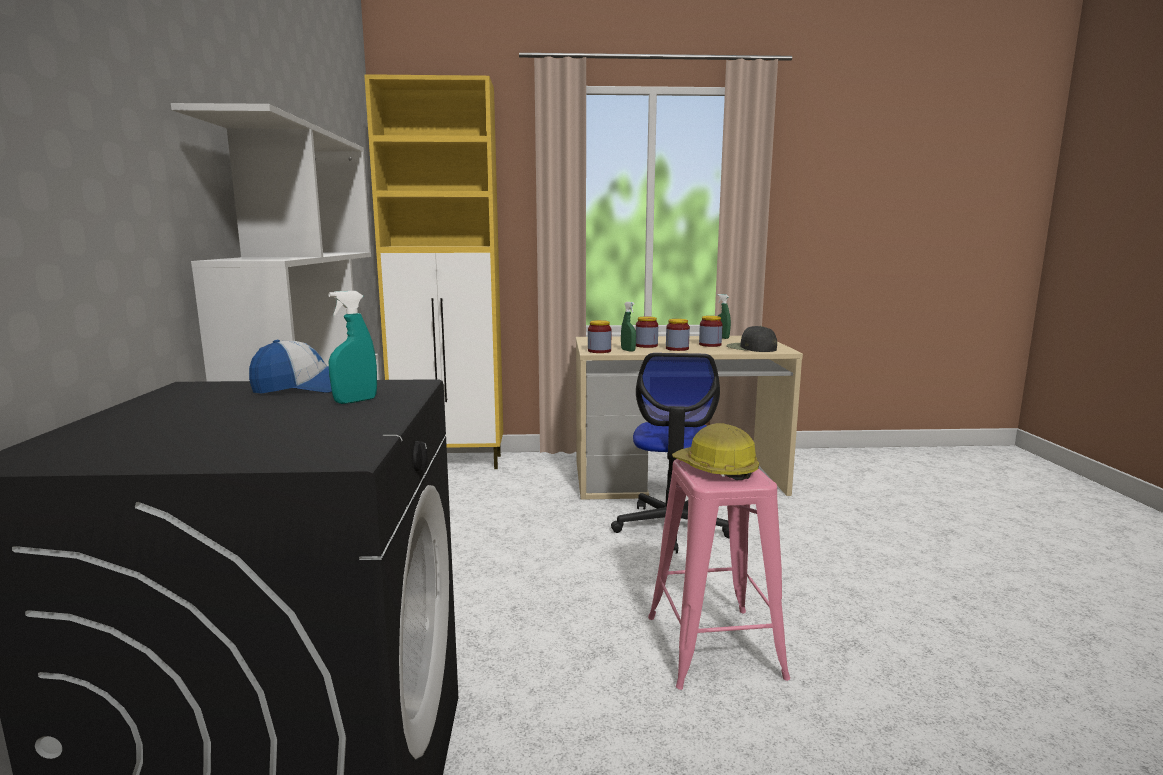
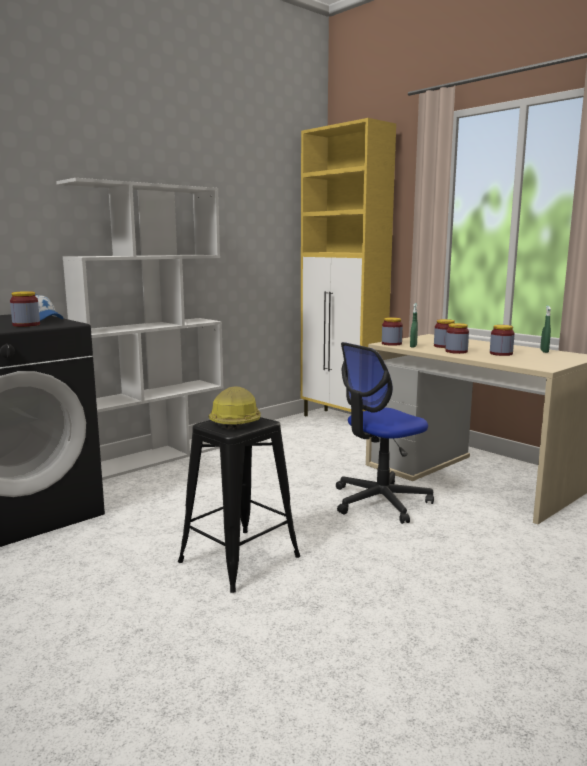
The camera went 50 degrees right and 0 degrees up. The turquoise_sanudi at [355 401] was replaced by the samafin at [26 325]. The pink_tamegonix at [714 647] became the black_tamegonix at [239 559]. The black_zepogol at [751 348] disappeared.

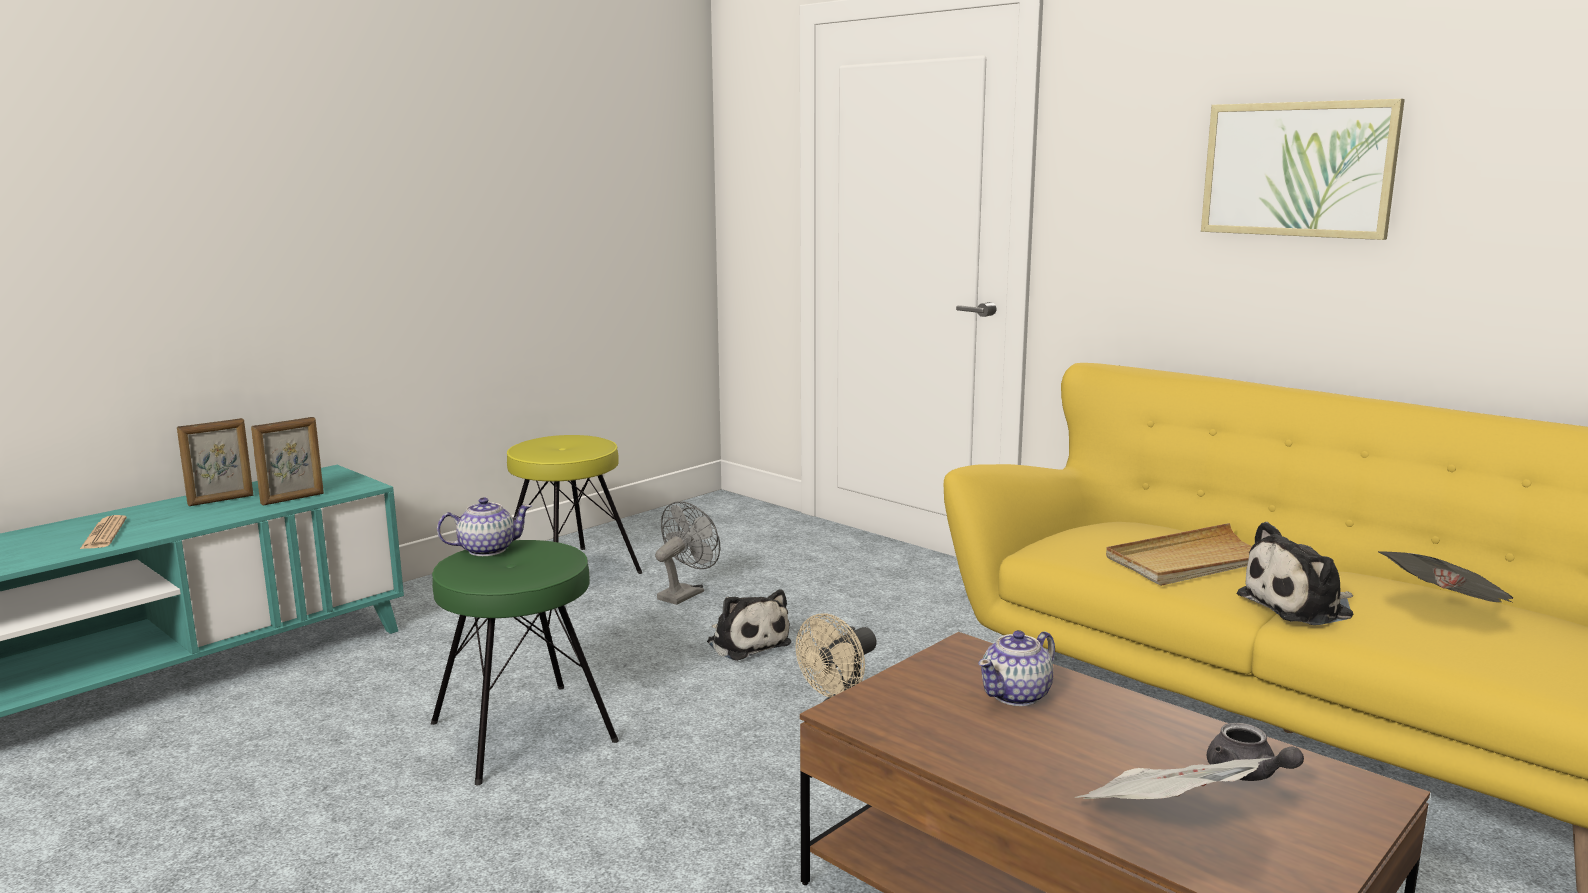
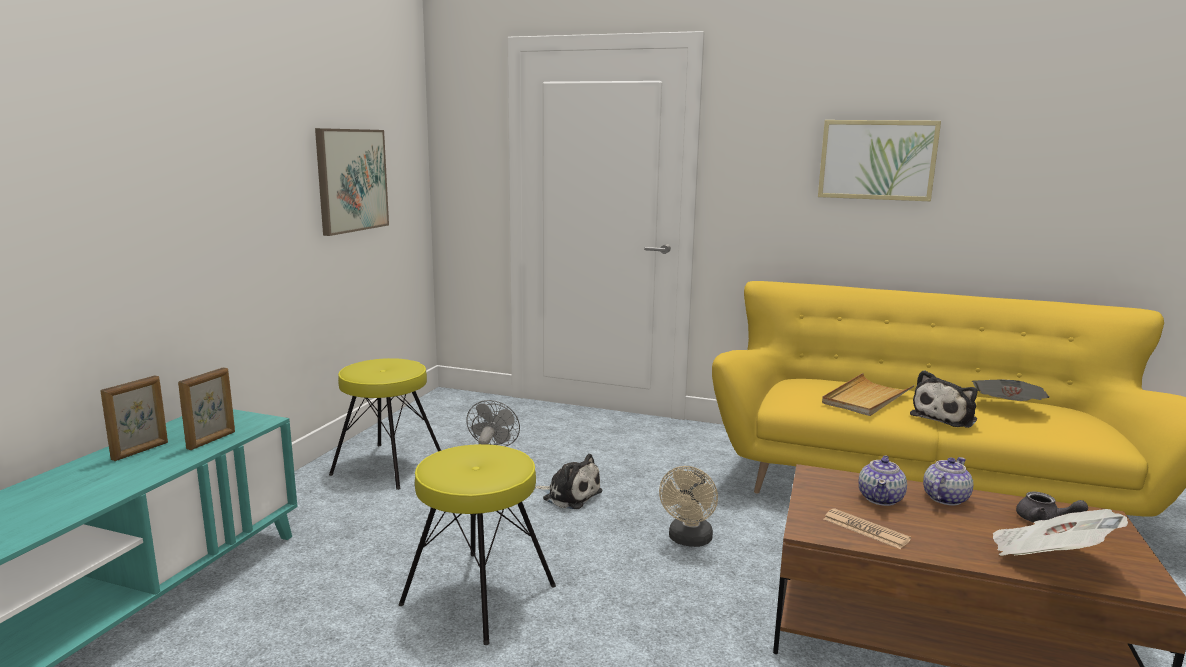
The camera went 25 degrees left and 0 degrees up. The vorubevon moved from [104 534] to [865 529]. The green_tamegonix at [523 731] became the yellow_tamegonix at [478 594]. The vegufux moved from [486 550] to [944 498]. The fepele at [351 180] appeared.

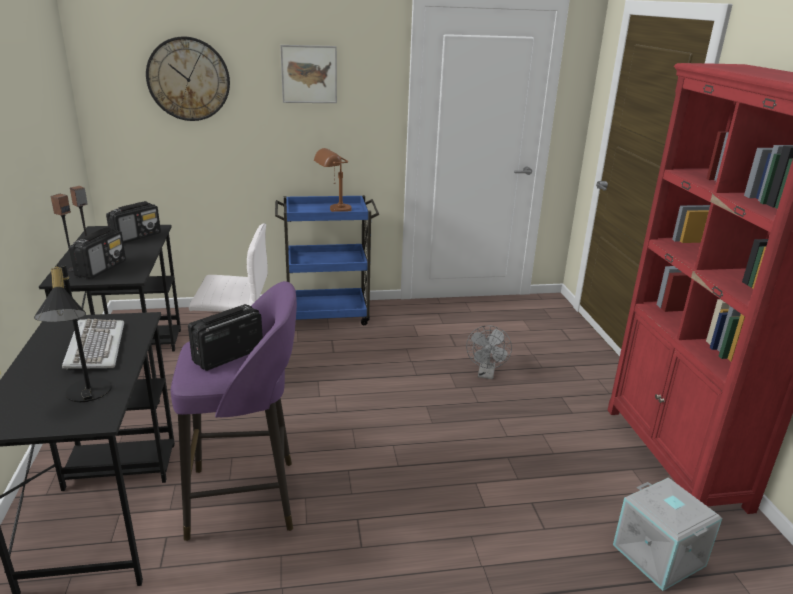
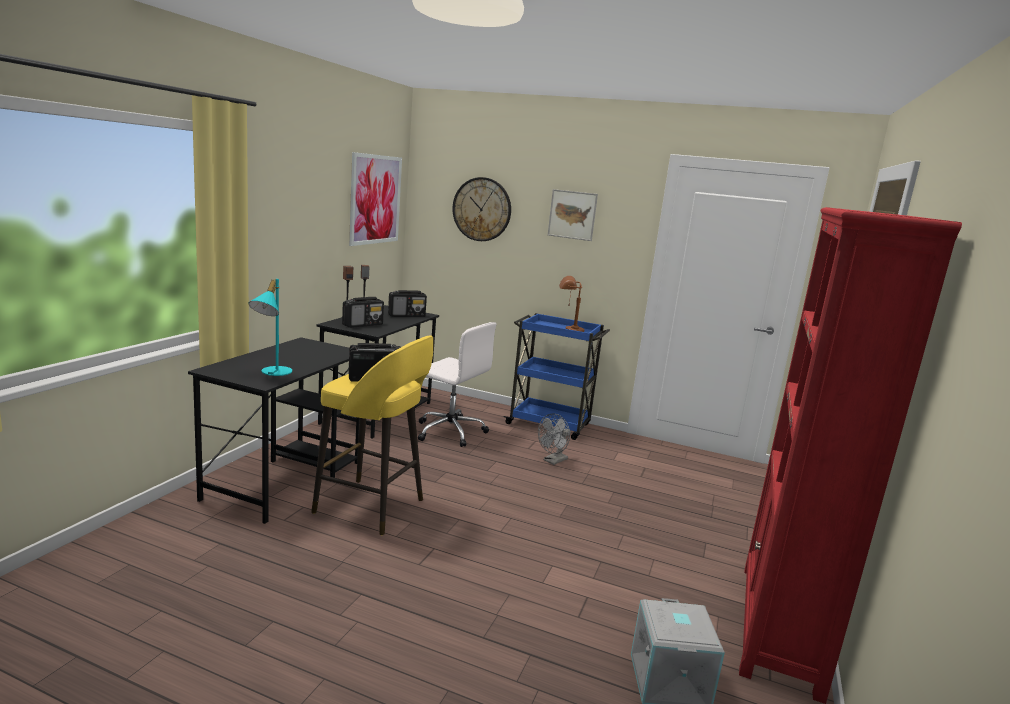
The camera went 30 degrees right and 10 degrees down. The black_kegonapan at [85 395] became the turquoise_kegonapan at [272 372]. The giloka at [94 347] disappeared. The purple_tamegonix at [246 498] became the yellow_tamegonix at [372 507]. The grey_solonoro moved from [486 374] to [553 461]. The fepele at [375 199] appeared.

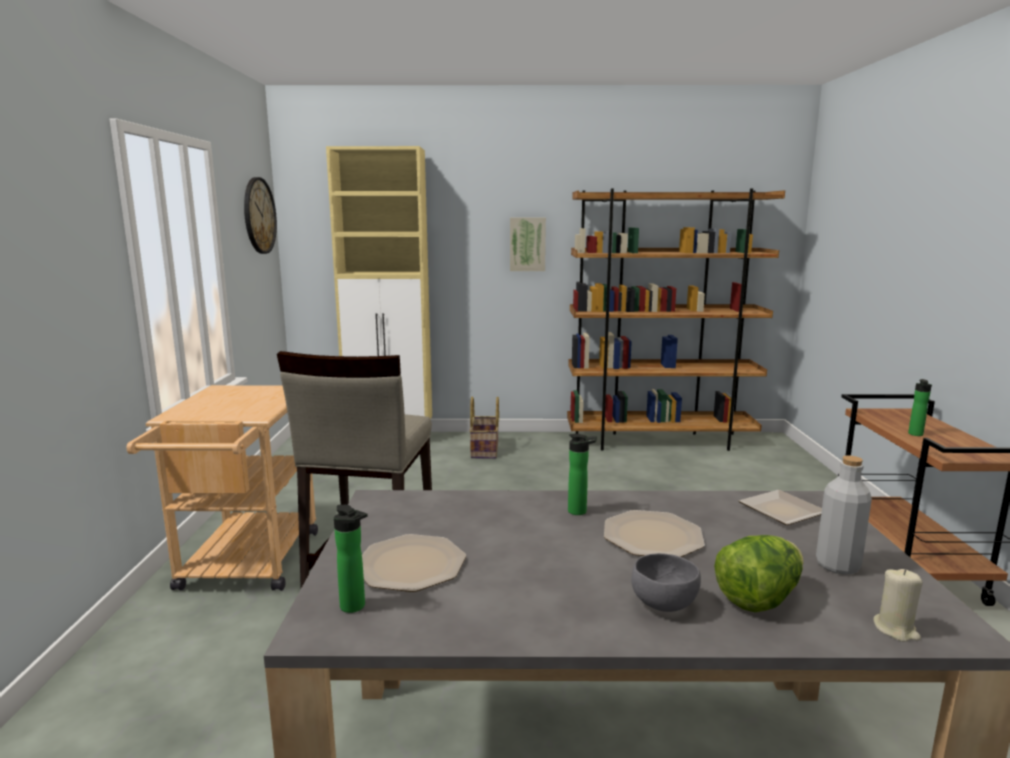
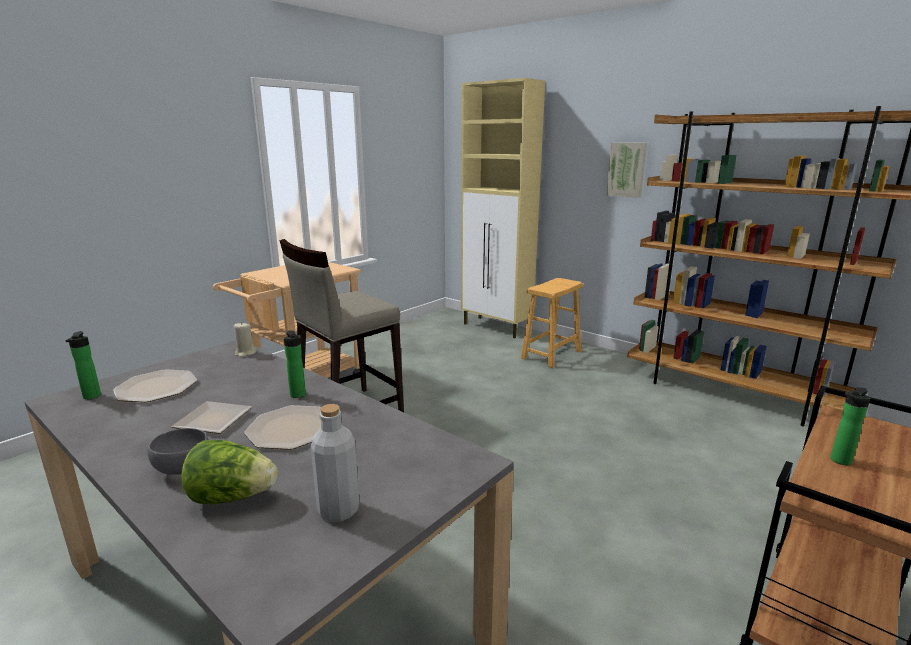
The camera went 40 degrees right and 5 degrees up. The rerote at [259 216] disappeared. The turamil at [485 450] was replaced by the brown_tamegonix at [551 355]. The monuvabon moved from [781 510] to [216 420]. The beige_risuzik moved from [896 629] to [245 353].

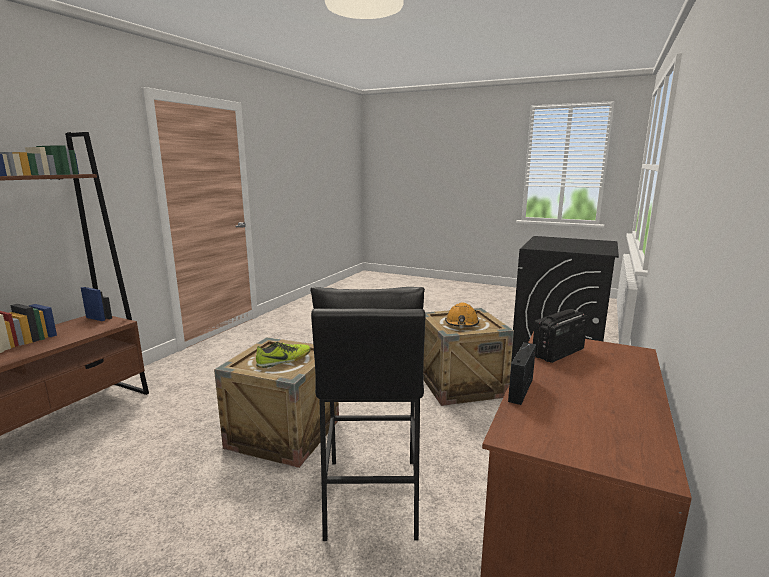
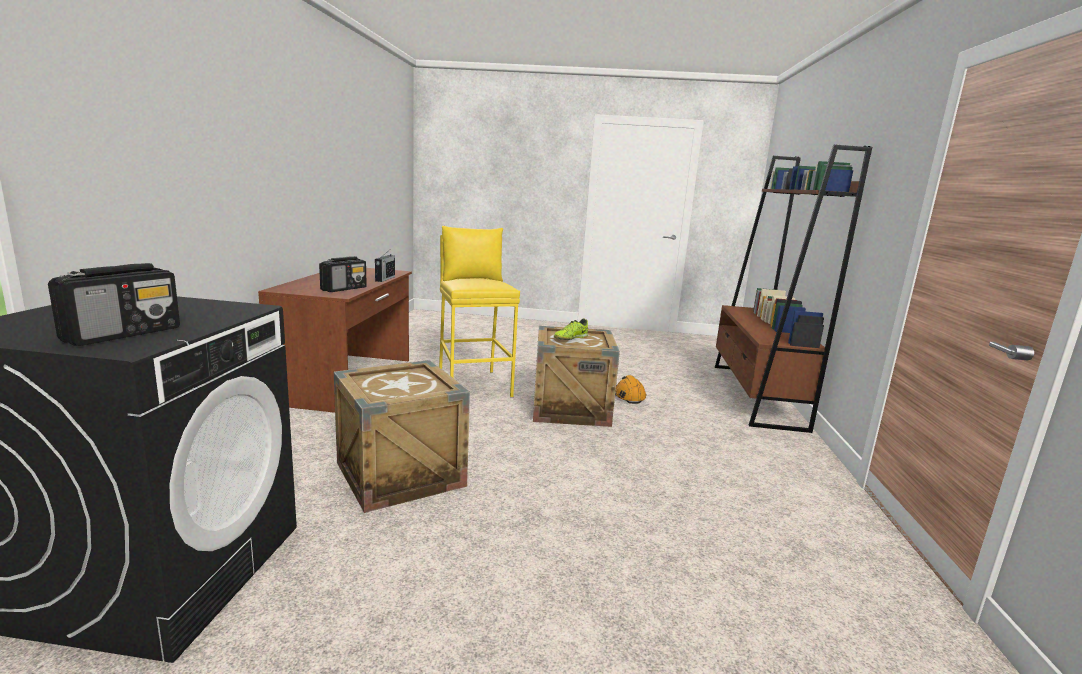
The camera went 160 degrees right and 0 degrees up. The black_tamegonix at [371 497] became the yellow_tamegonix at [474 385]. The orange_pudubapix moved from [462 323] to [628 396]. The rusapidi at [124 334] appeared.

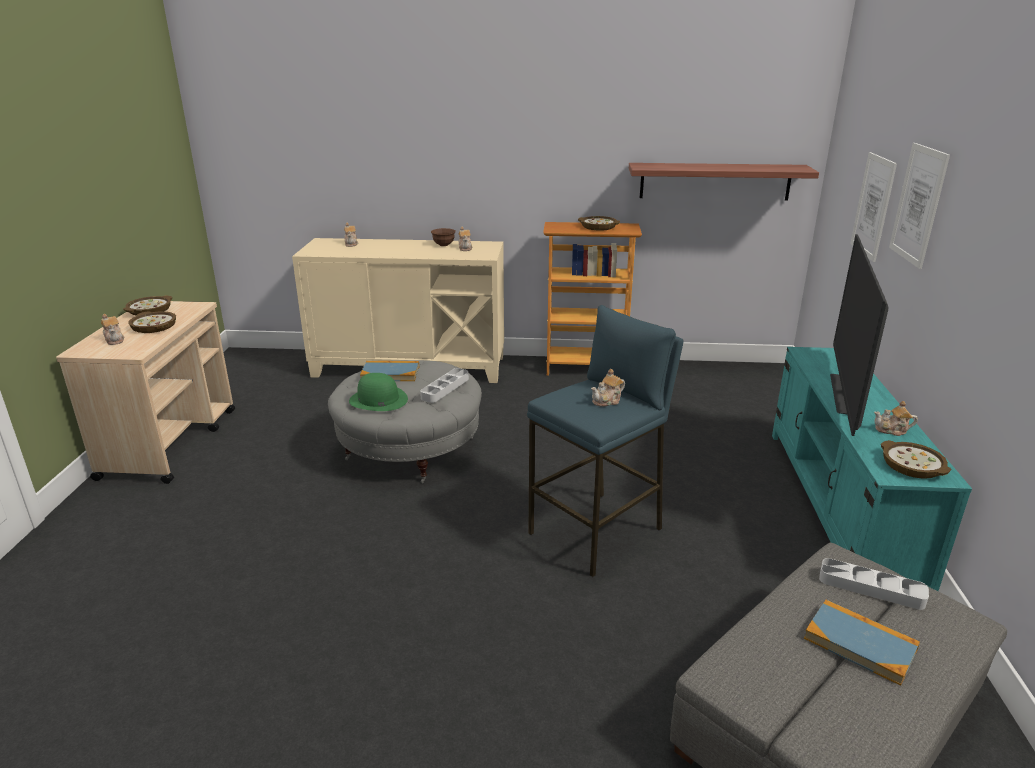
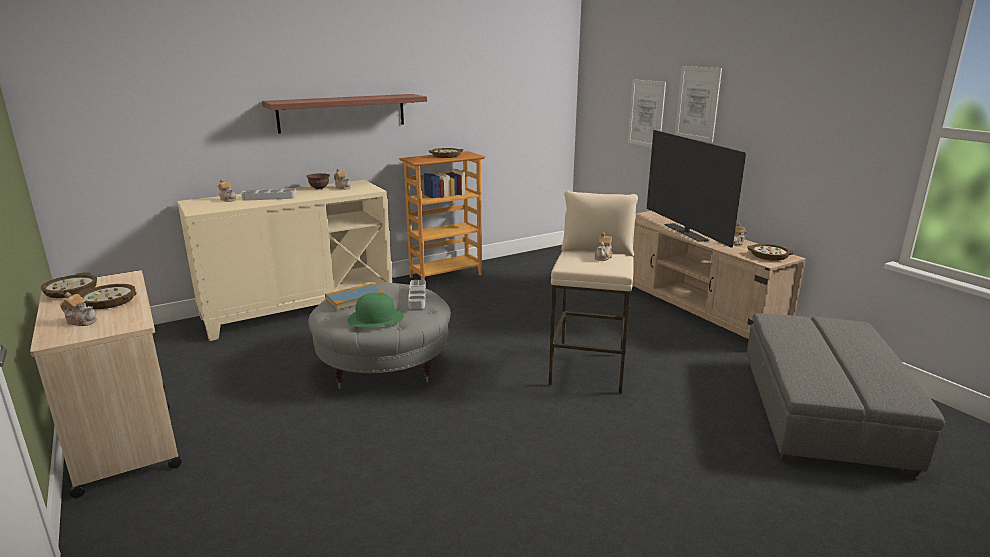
The camera went 35 degrees left and 5 degrees down. The blue_tamegonix at [597 531] became the beige_tamegonix at [589 368]. The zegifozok moved from [715 181] to [342 113]. The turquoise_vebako at [839 505] became the beige_vebako at [693 309]. The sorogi at [860 644] disappeared. The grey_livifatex moved from [871 588] to [269 197].

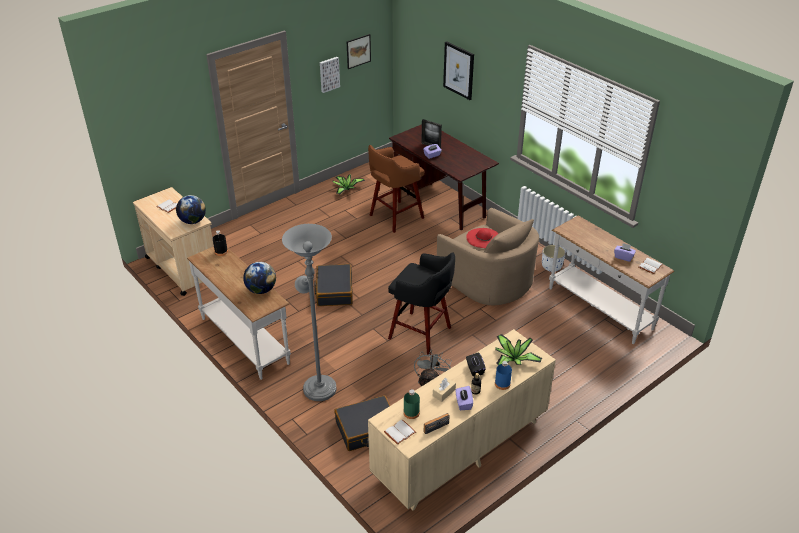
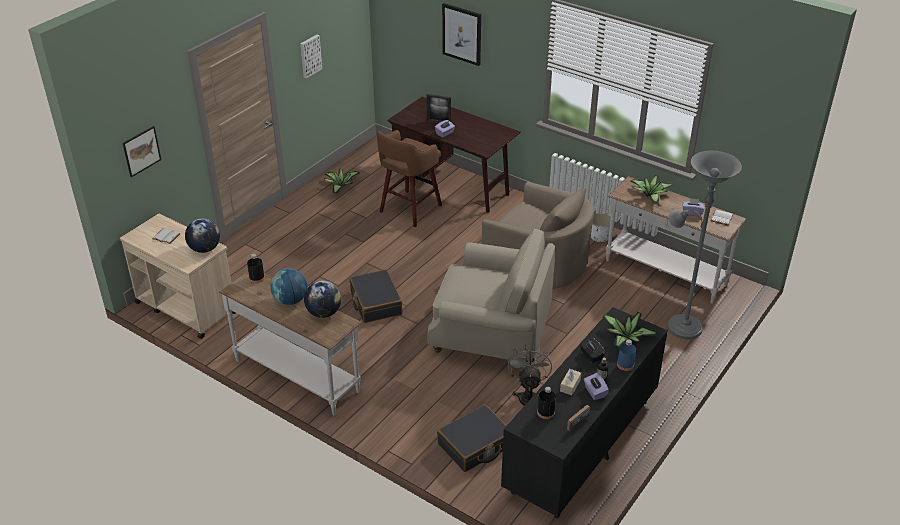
The camera went 15 degrees left and 0 degrees up. The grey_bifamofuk moved from [318 385] to [681 325]. The fepele moved from [358 51] to [141 151]. The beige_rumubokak at [460 450] became the black_rumubokak at [581 446]. The white_sorogi at [399 432] disappeared. The black_tamegonix at [421 334] was replaced by the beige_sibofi at [491 333]. The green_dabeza at [411 412] became the black_dabeza at [546 412]. The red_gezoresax at [483 238] disappeared. The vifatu at [290 300] appeared. The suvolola at [650 195] appeared.

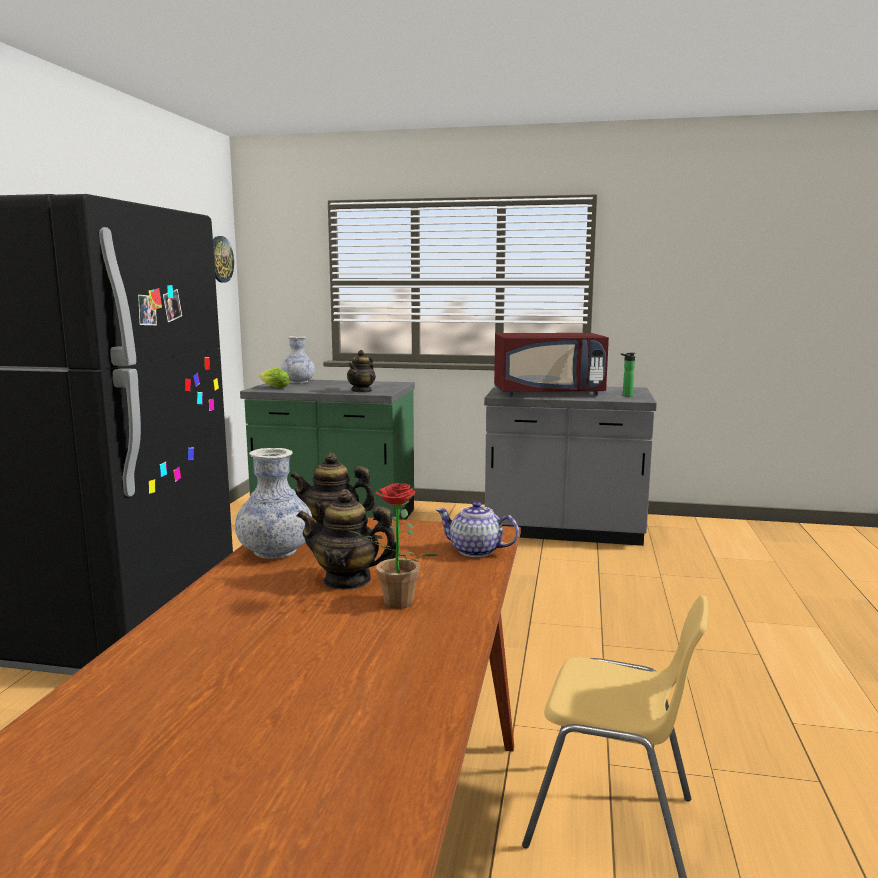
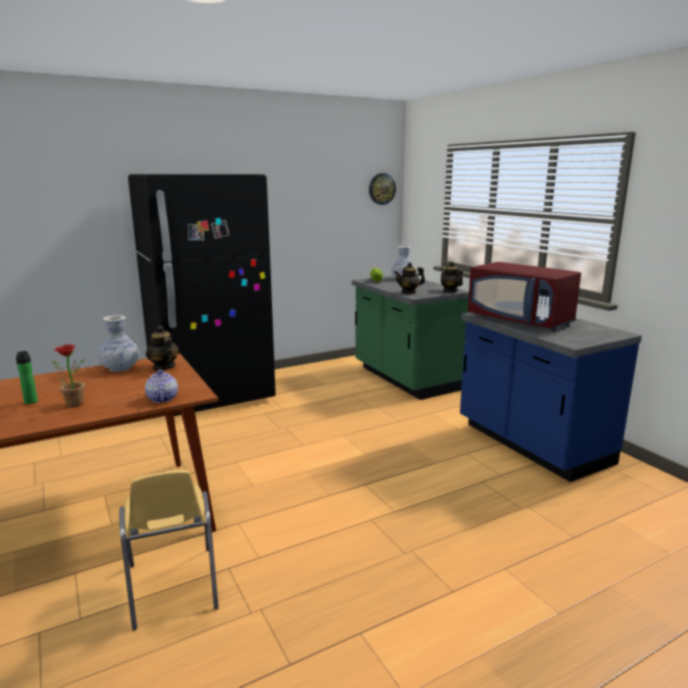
The camera went 50 degrees right and 5 degrees up. The vegufux moved from [347 580] to [450 291]. The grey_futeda at [564 531] became the blue_futeda at [531 444]. The dabeza moved from [625 395] to [31 401].

